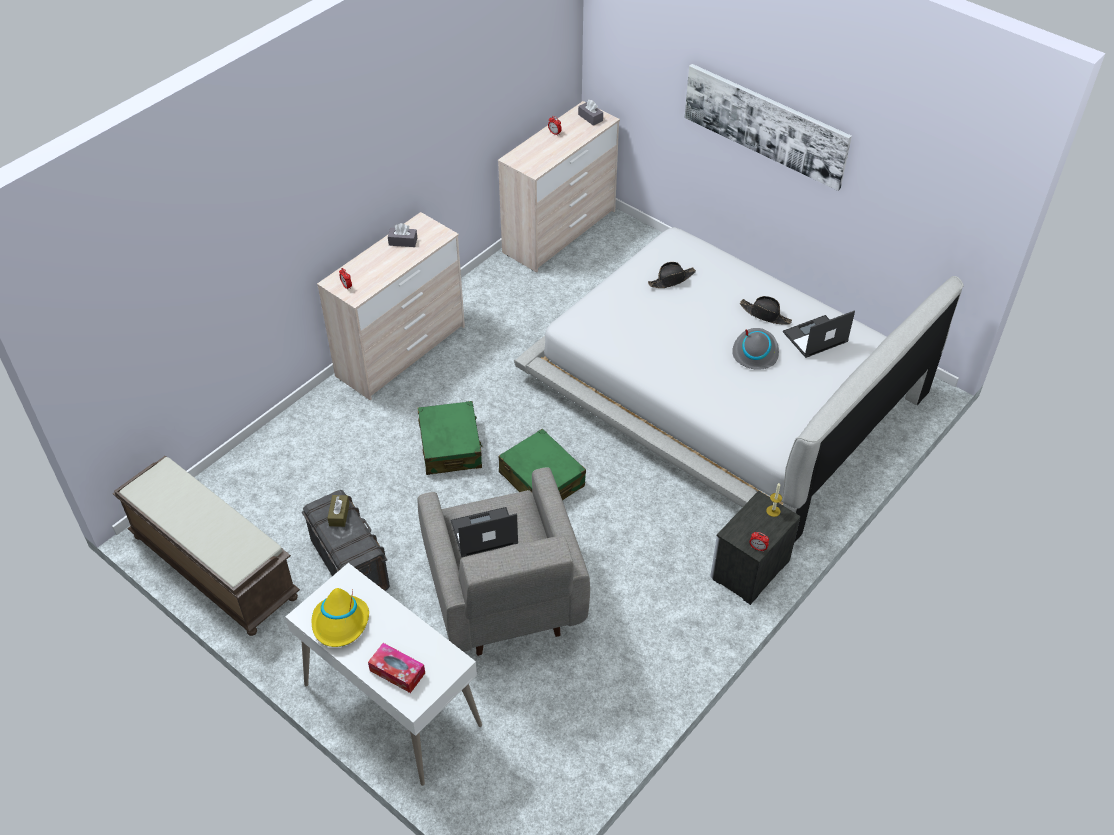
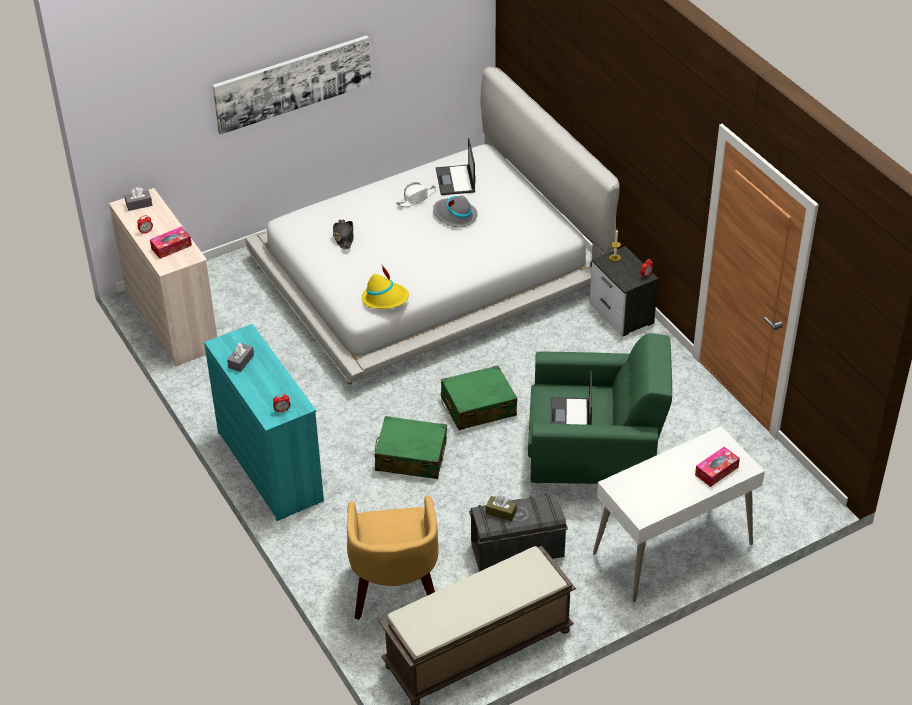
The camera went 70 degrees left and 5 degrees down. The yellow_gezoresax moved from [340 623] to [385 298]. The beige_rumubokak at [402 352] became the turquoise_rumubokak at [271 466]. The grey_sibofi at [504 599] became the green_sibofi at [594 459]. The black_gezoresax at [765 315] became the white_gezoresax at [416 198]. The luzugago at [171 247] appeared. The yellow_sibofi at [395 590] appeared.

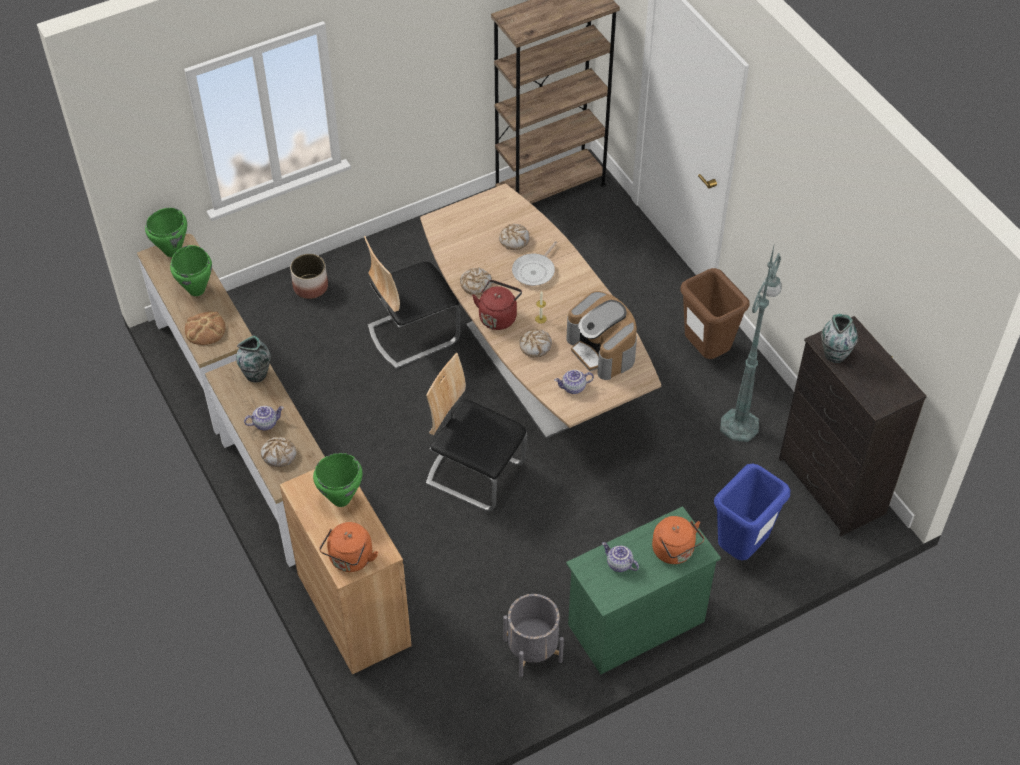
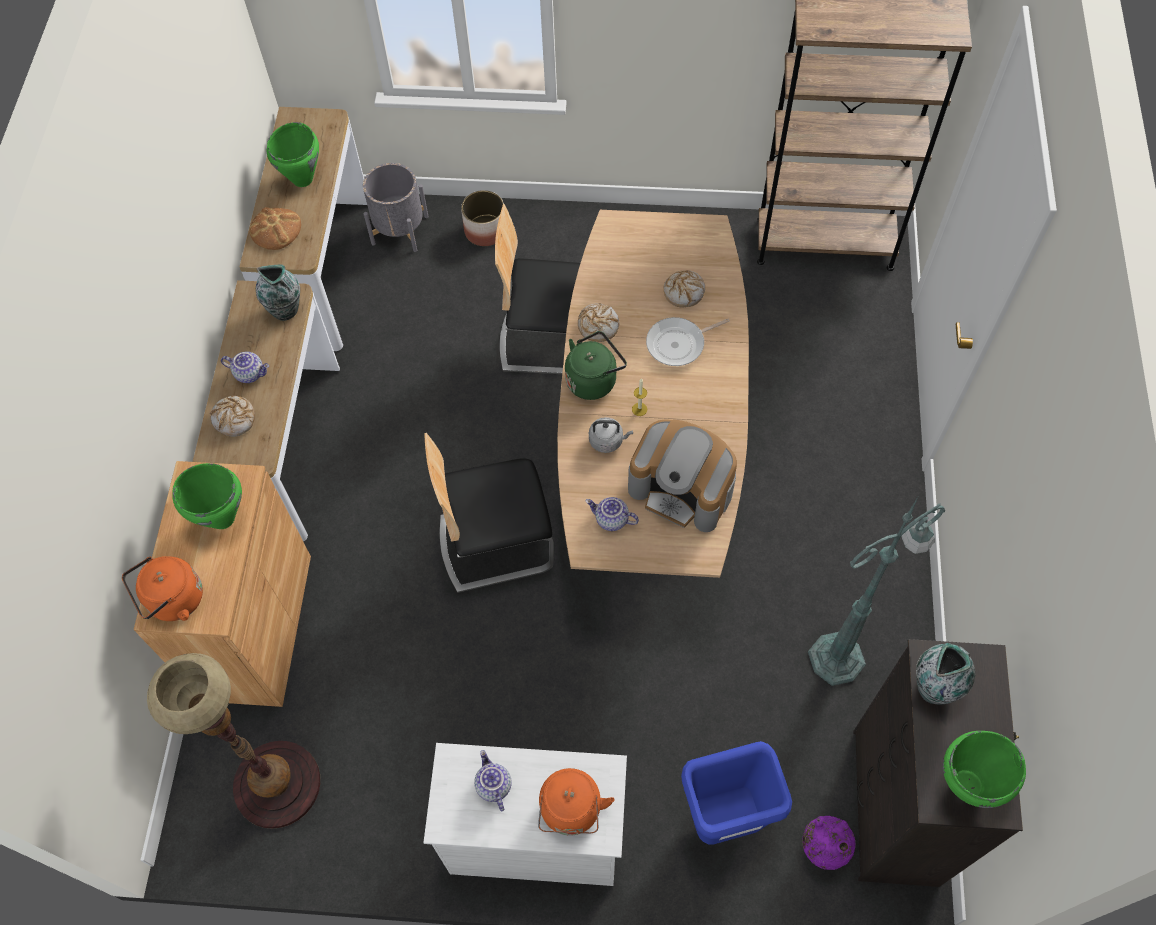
The camera went 35 degrees right and 10 degrees up. The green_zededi moved from [172 251] to [967 785]. The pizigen at [475 473] turned 75 degrees counterclockwise. The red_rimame at [498 316] became the green_rimame at [593 379]. The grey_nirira moved from [532 650] to [400 230]. The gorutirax at [535 346] was replaced by the grey_rimame at [608 440]. The green_rumubokak at [635 623] became the white_rumubokak at [534 835]. The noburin at [602 350] turned 60 degrees counterclockwise. The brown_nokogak at [705 351] disappeared. The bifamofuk at [276 784] appeared. The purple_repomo at [822 850] appeared.

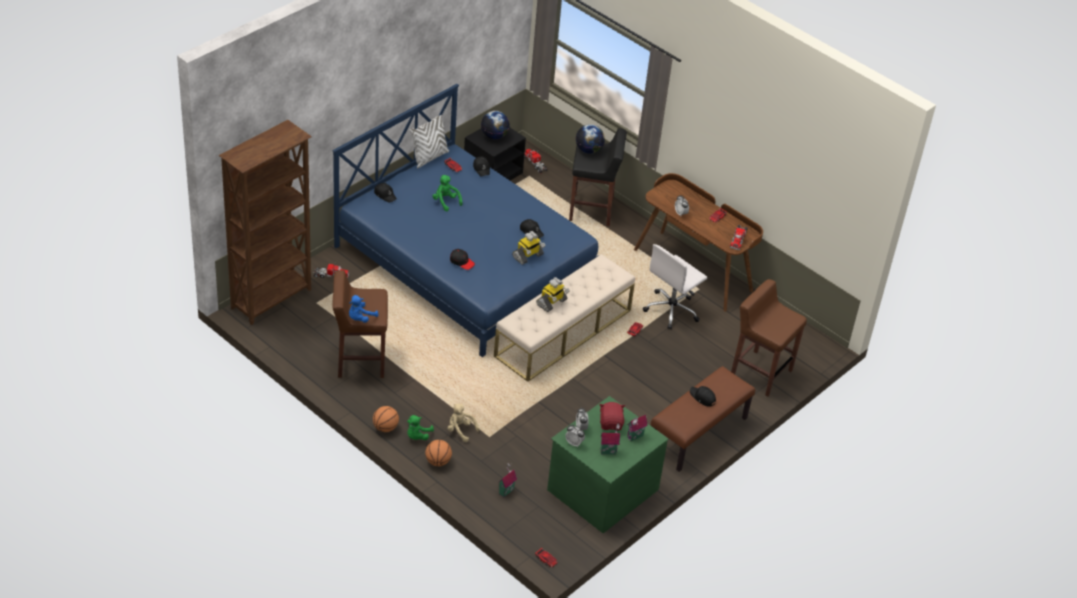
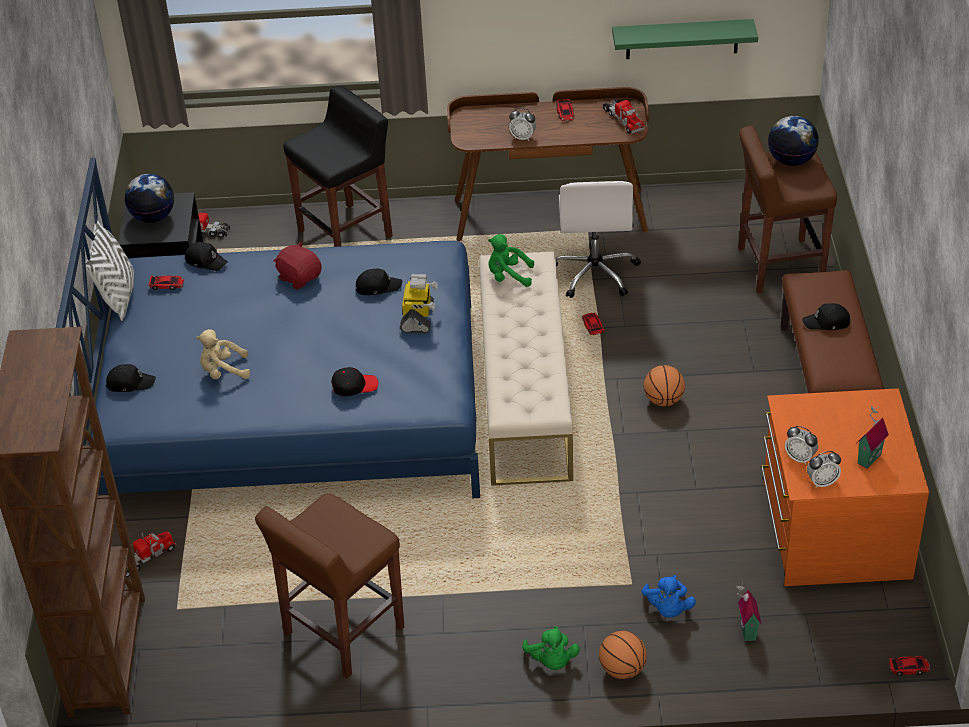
The camera went 40 degrees left and 0 degrees up. The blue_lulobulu moved from [360 318] to [668 609]. The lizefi moved from [385 428] to [663 400]. The green_lulobulu moved from [445 202] to [508 276]. The beige_lulobulu moved from [460 430] to [223 371]. The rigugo at [551 302] disappeared. The green_rumubokak at [601 488] became the orange_rumubokak at [833 530]. The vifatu moved from [589 150] to [791 160]. The red_lulobulu moved from [611 424] to [300 277]. The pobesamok at [635 437] disappeared. The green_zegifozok at [682 39] appeared.

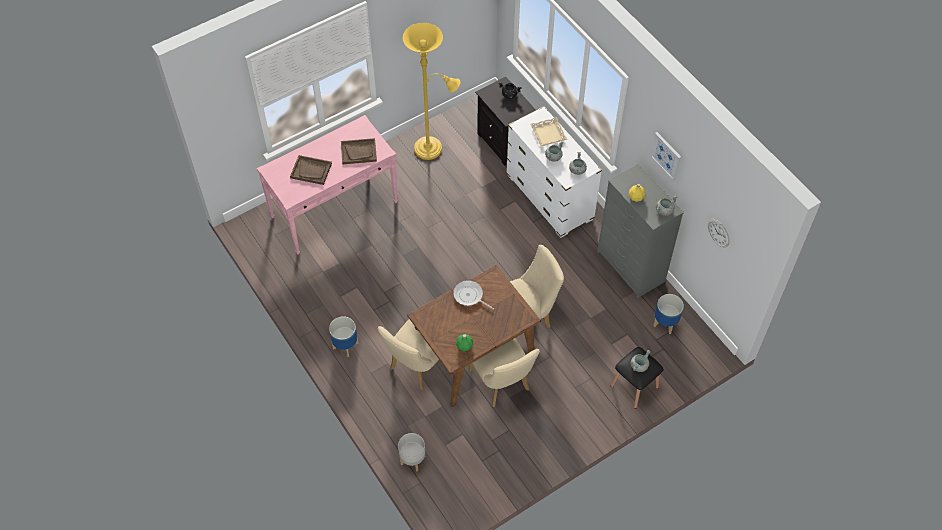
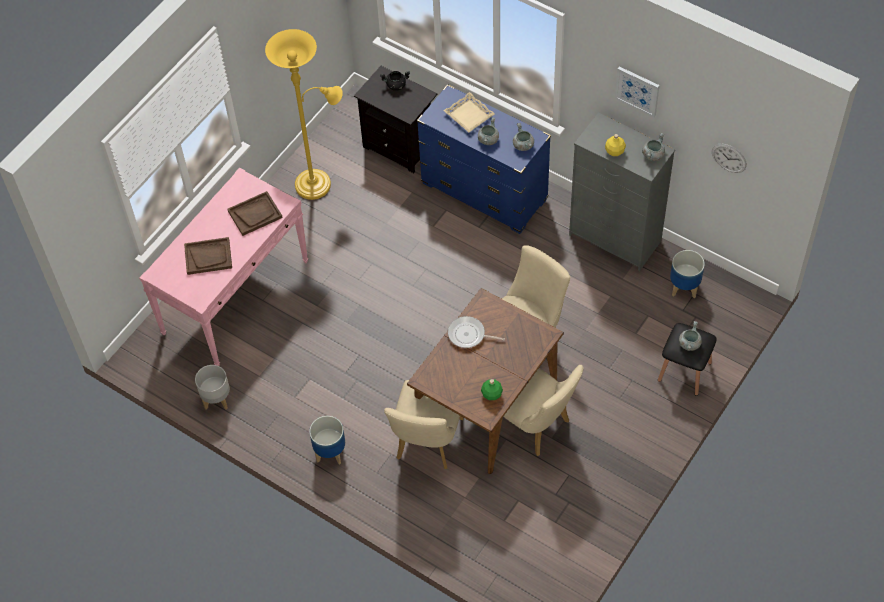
The camera went 20 degrees left and 0 degrees up. The grey_nirira moved from [412 460] to [216 399]. The white_rumubokak at [549 198] became the blue_rumubokak at [484 192].

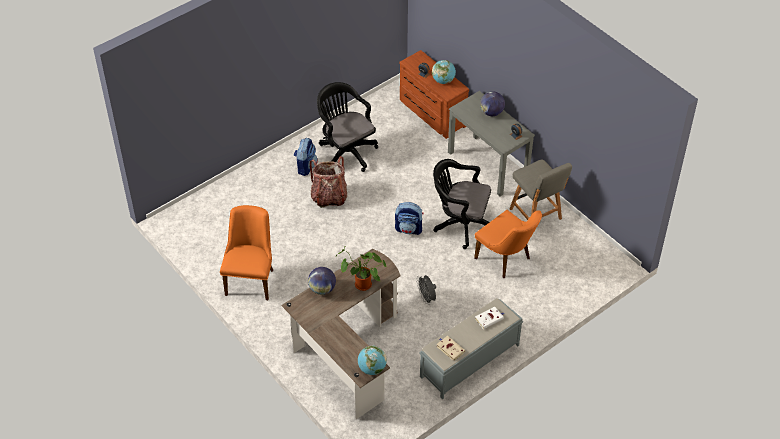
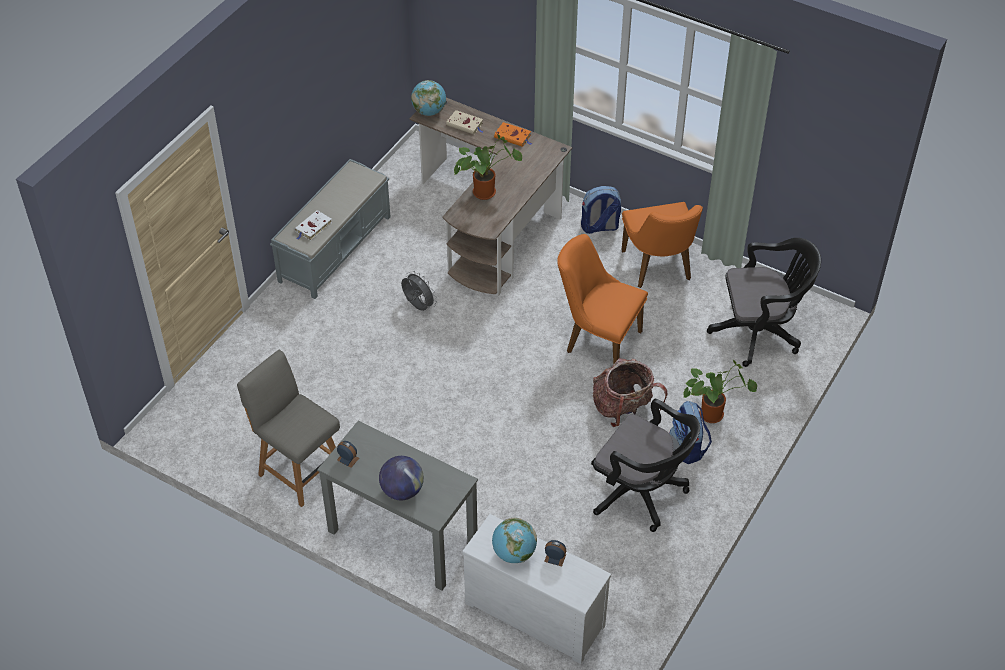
The camera went 160 degrees right and 0 degrees up. The vifatu at [322 289] disappeared. The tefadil moved from [409 229] to [599 227]. The brown_rumubokak at [431 113] became the white_rumubokak at [536 611]. The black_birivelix moved from [461 224] to [760 332]. The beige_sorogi moved from [449 349] to [465 125]. The orange_pizigen moved from [506 260] to [597 339]. The orange_sorogi at [513 137] appeared. The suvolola at [713 413] appeared.

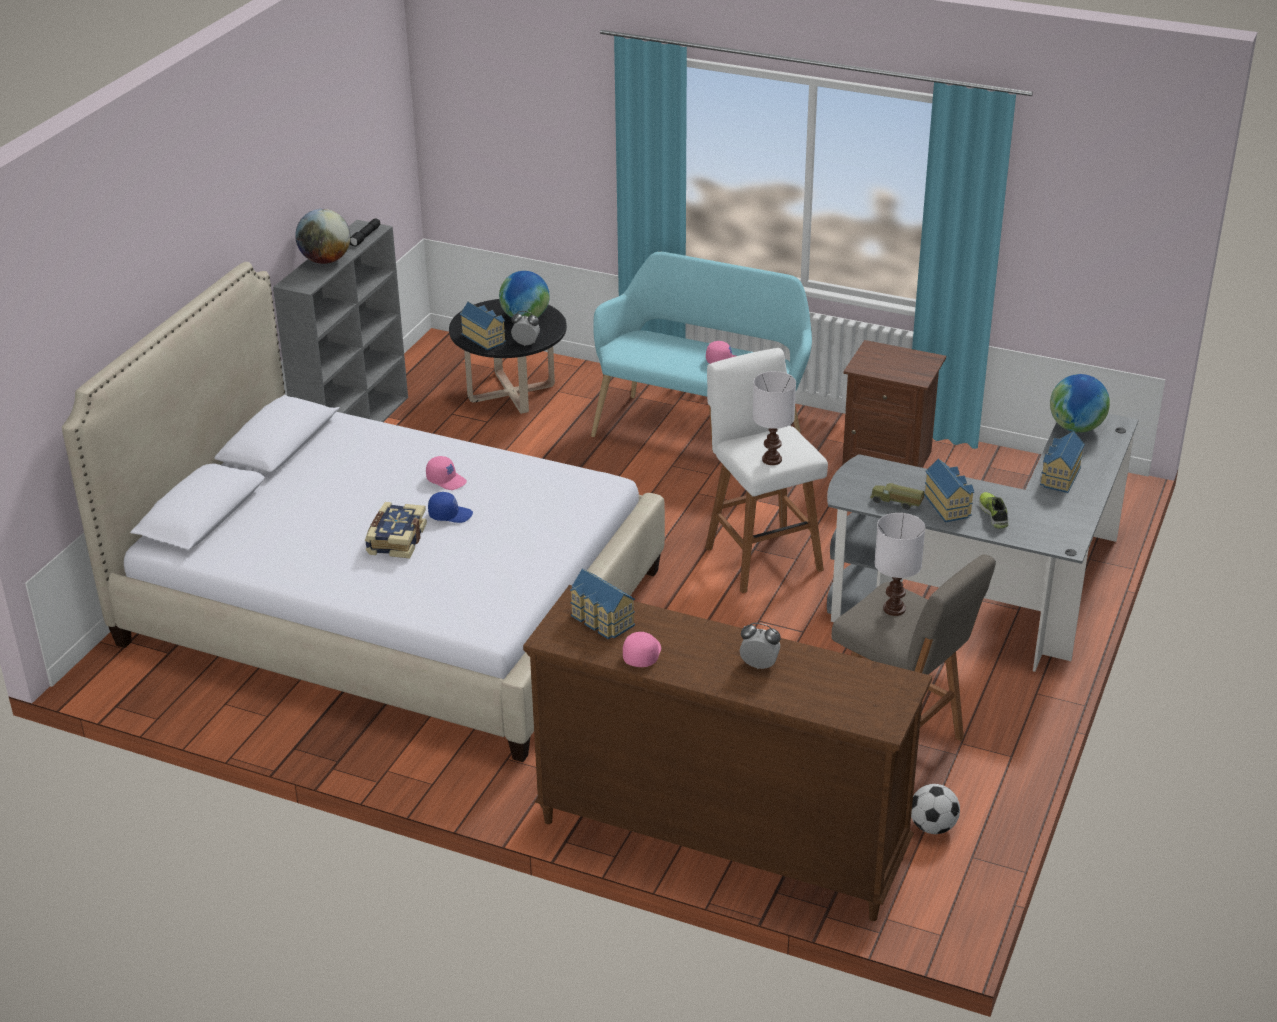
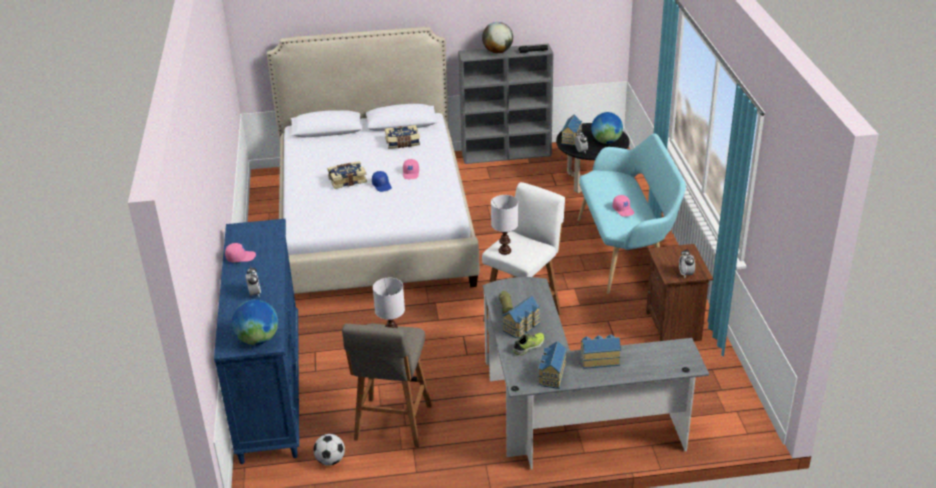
The camera went 60 degrees right and 0 degrees up. The brown_rumubokak at [719 839] became the blue_rumubokak at [270 388]. The pobesamok moved from [601 621] to [551 375]. The vifatu moved from [1076 428] to [258 340]. The sorogi at [402 143] appeared. The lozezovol at [686 274] appeared.

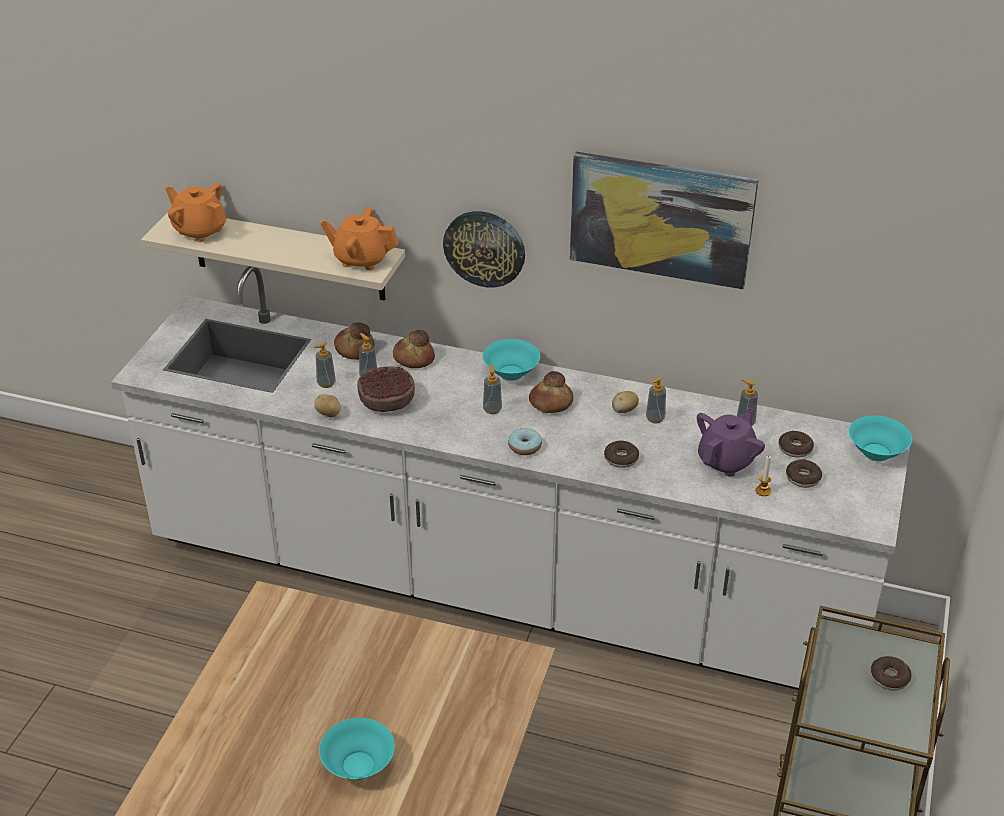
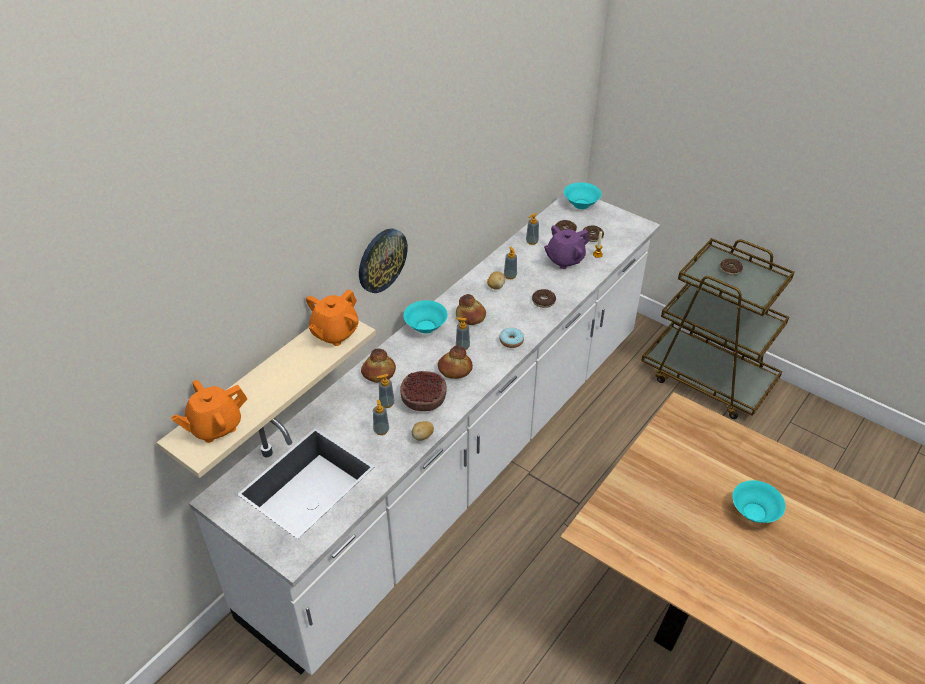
The camera went 70 degrees left and 5 degrees up. The gorutirax moved from [355 349] to [454 369]. The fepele at [661 218] disappeared. The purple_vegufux at [726 461] turned 90 degrees counterclockwise.

